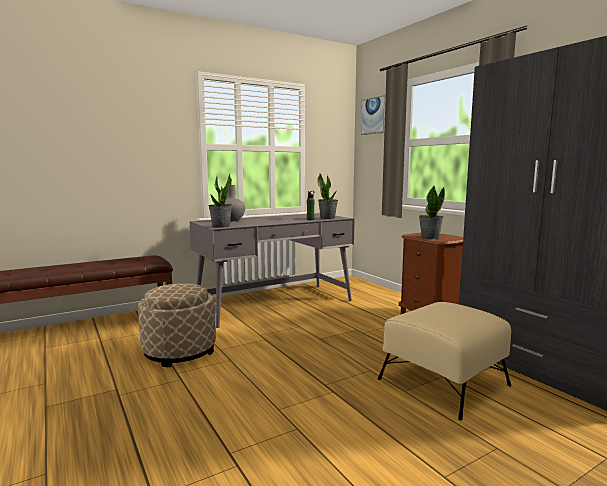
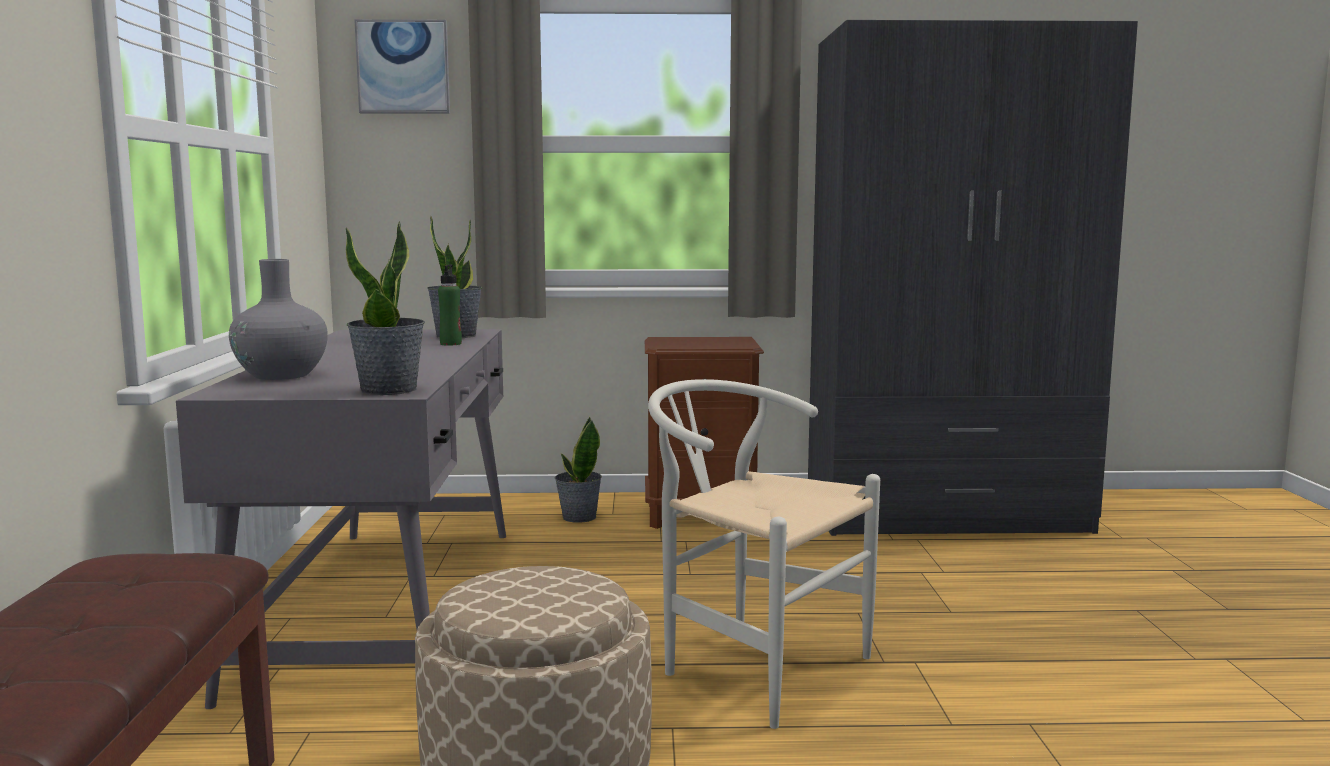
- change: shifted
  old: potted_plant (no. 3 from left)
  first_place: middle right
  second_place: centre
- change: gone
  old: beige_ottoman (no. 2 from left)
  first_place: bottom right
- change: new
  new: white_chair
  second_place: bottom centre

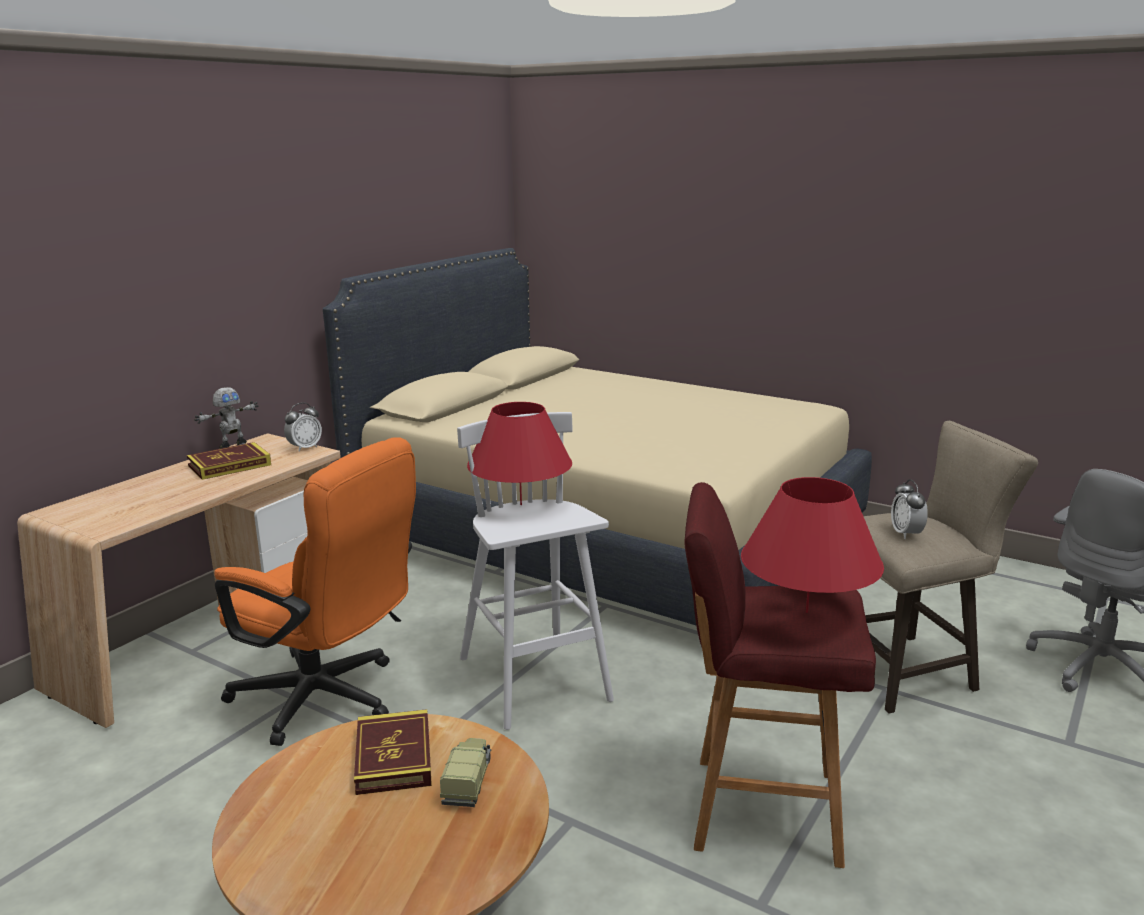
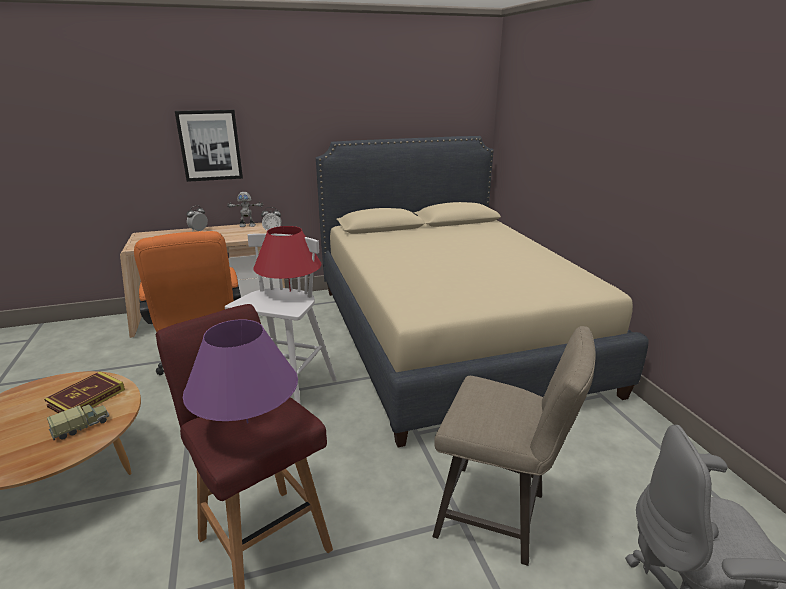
- change: gone
  old: book (no. 1 from left)
  first_place: middle left
- change: repainted
  old: red_table_lamp (no. 2 from left)
  new: purple_table_lamp
  first_place: middle right
  second_place: middle left
- change: shifted
  old: alarm_clock (no. 2 from left in the first image)
  new: alarm_clock (no. 1 from left)
  first_place: middle right
  second_place: middle left
- change: new
  new: picture
  second_place: top left

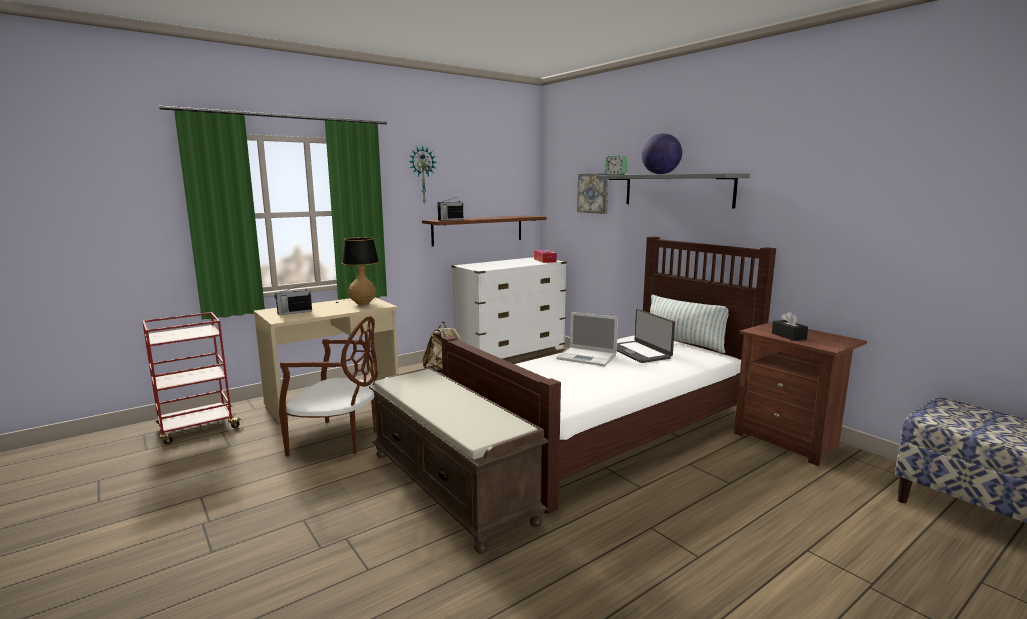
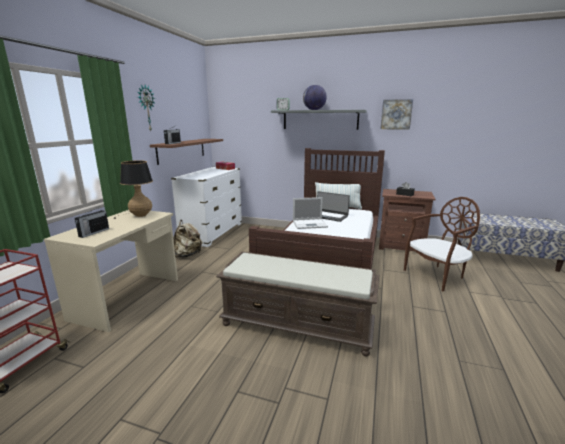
- change: shifted
  old: picture
  first_place: top centre
  second_place: top right
- change: shifted
  old: brown_chair
  first_place: middle left
  second_place: middle right

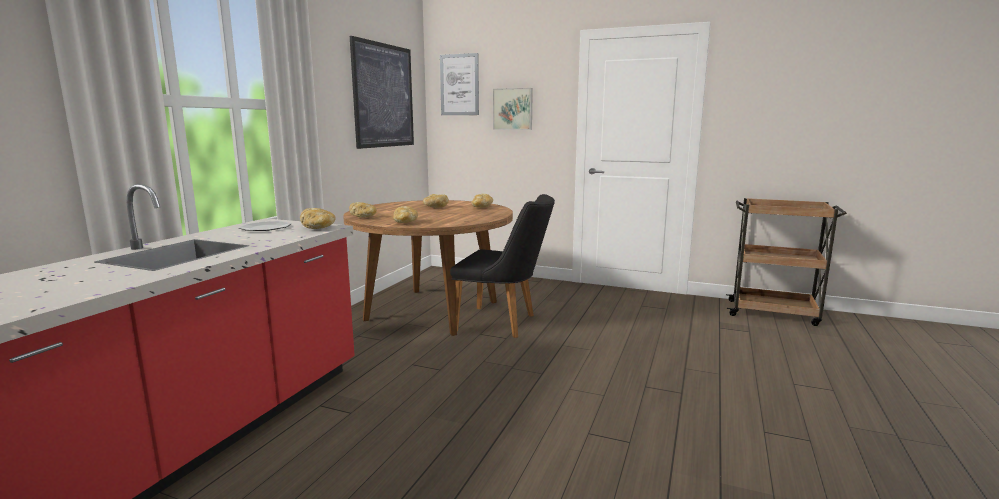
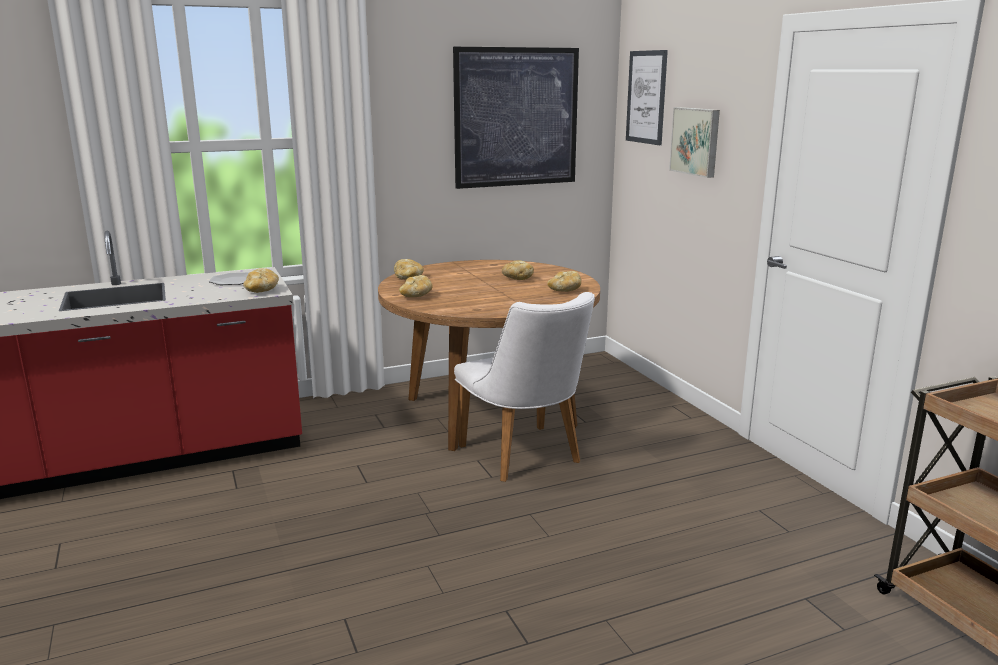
- change: repainted
  old: black_chair
  new: white_chair
  first_place: centre
  second_place: centre

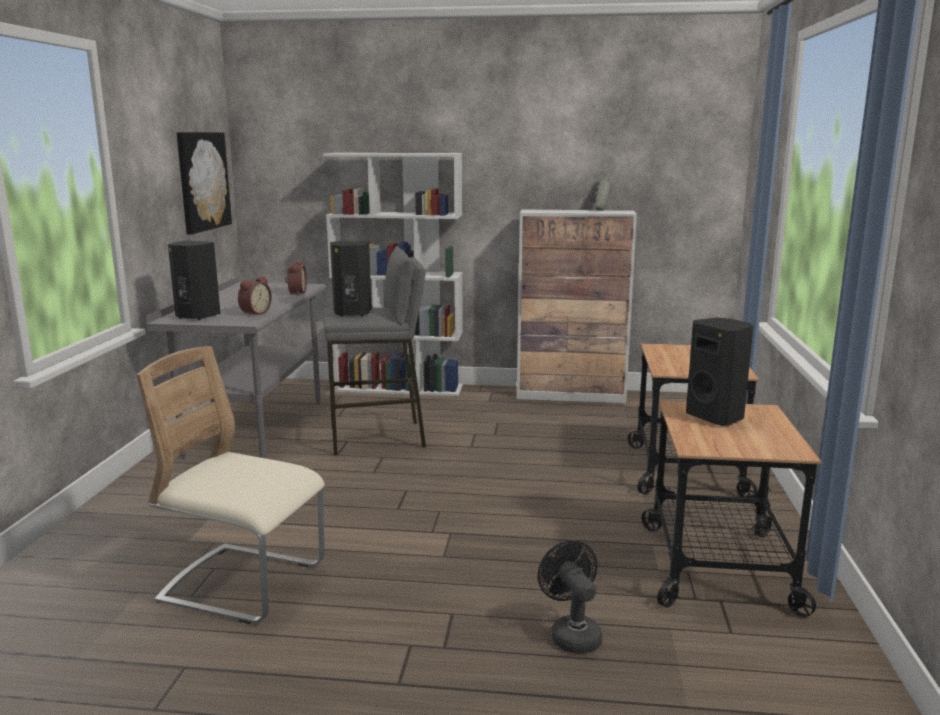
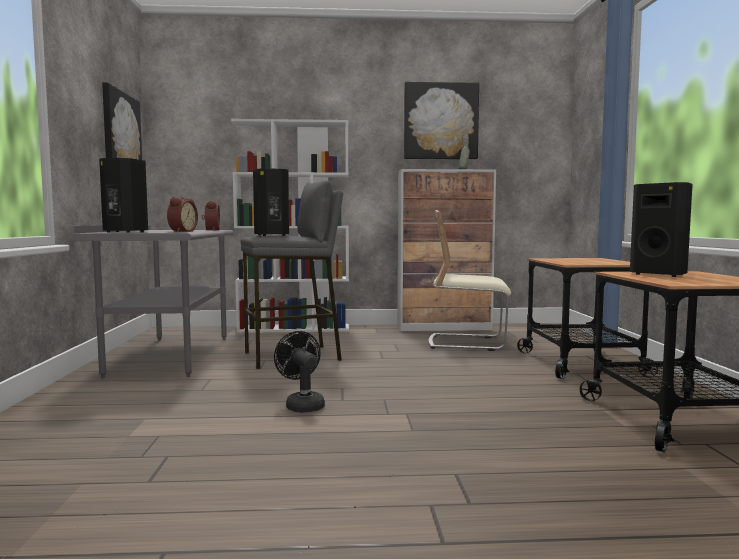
- change: shifted
  old: beige_chair
  first_place: bottom left
  second_place: centre
- change: shifted
  old: black_fan
  first_place: bottom centre
  second_place: centre
- change: new
  new: picture (no. 2 from left)
  second_place: top centre

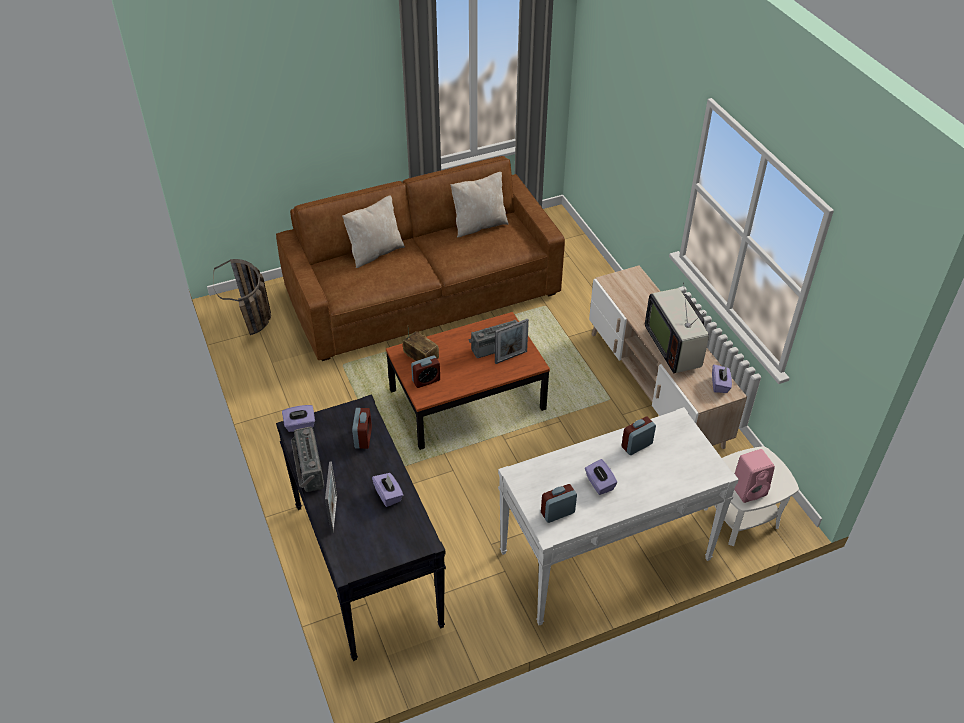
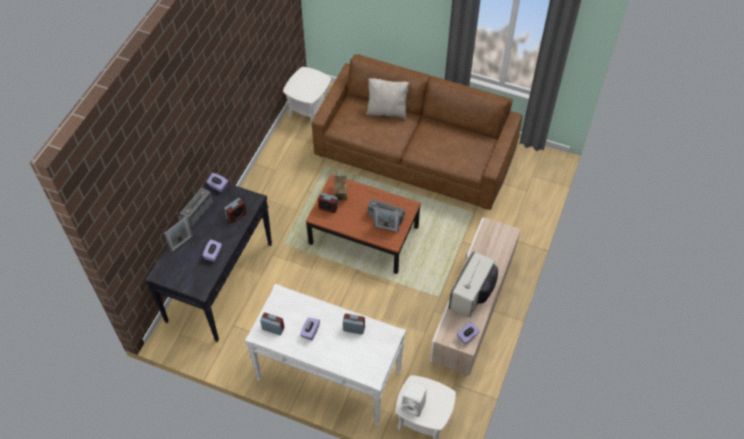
- change: gone
  old: beige_pillow (no. 2 from left)
  first_place: top centre
- change: swapped
  old: basket
  new: white_side_table (no. 1 from left)
  first_place: middle left
  second_place: top centre
- change: repainted
  old: pink_speaker
  new: white_speaker
  first_place: middle right
  second_place: bottom centre

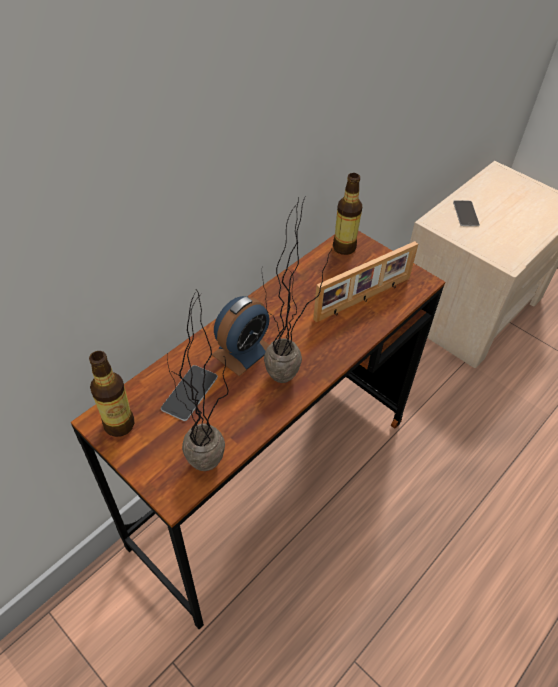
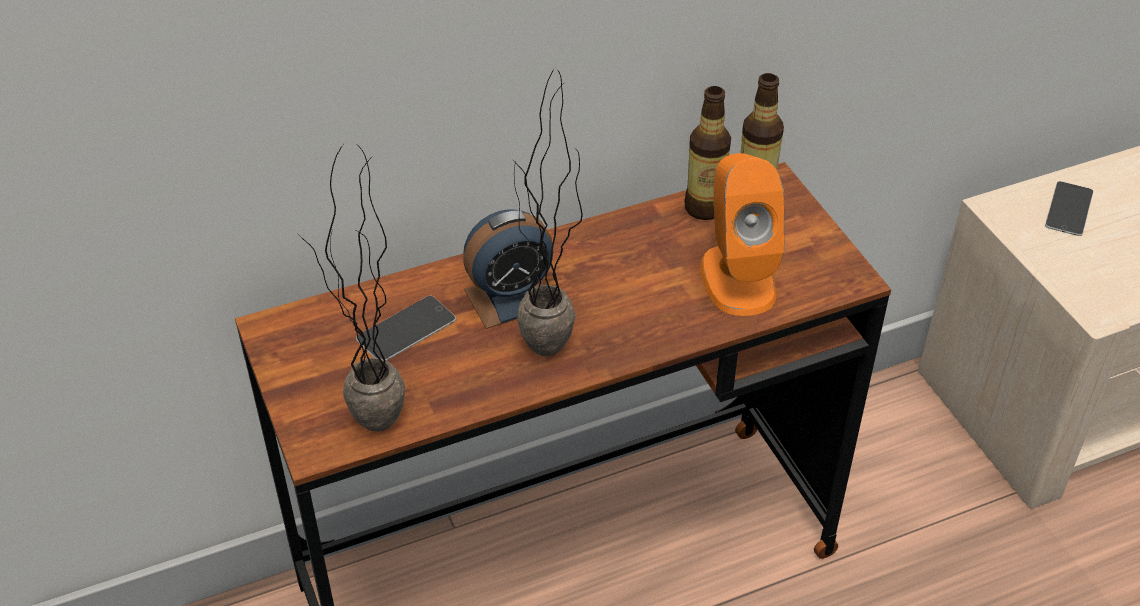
- change: swapped
  old: picture_frame
  new: orange_speaker
  first_place: centre
  second_place: centre
- change: shifted
  old: bottle (no. 1 from left)
  first_place: middle left
  second_place: top centre

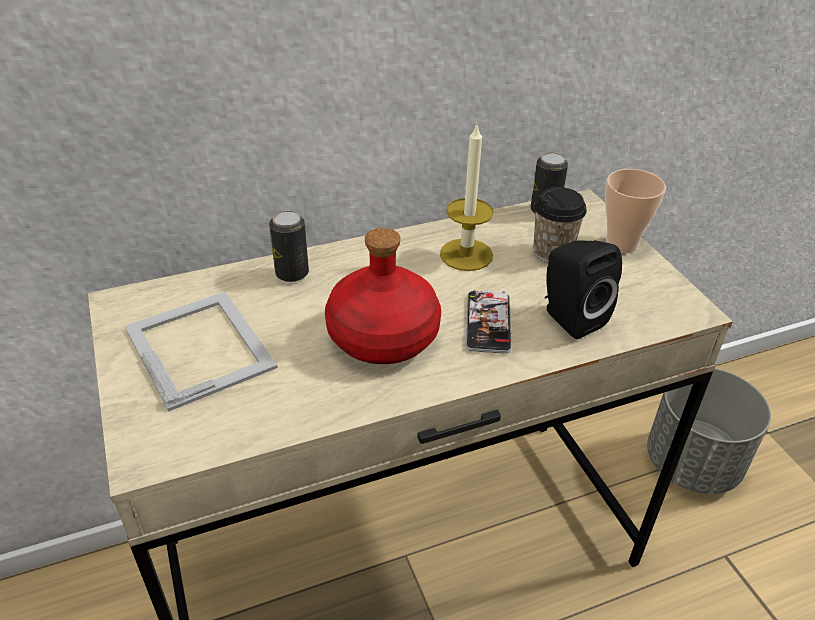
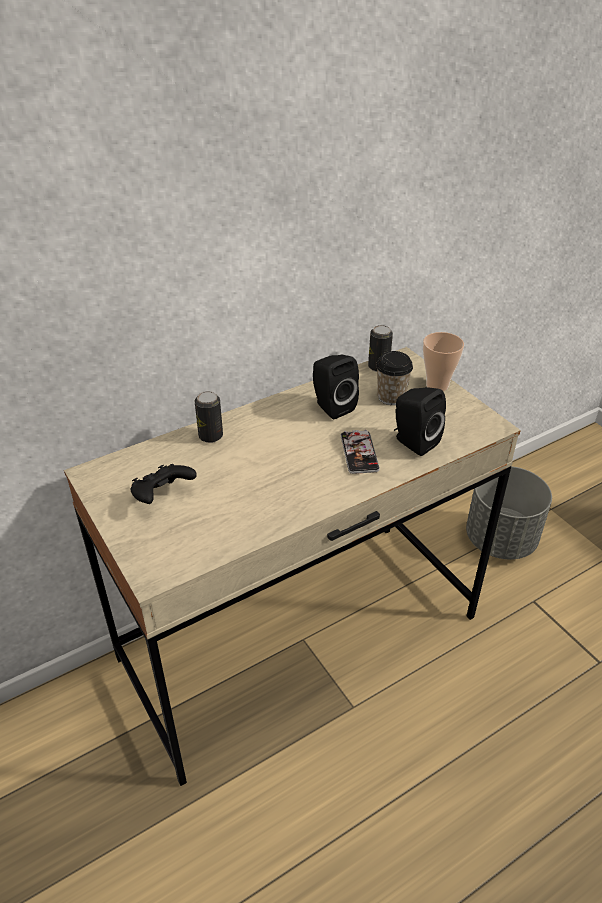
- change: swapped
  old: candle
  new: black_speaker (no. 1 from left)
  first_place: top centre
  second_place: centre
- change: gone
  old: red_bottle
  first_place: centre
- change: swapped
  old: picture_frame
  new: black_game_controller
  first_place: middle left
  second_place: middle left

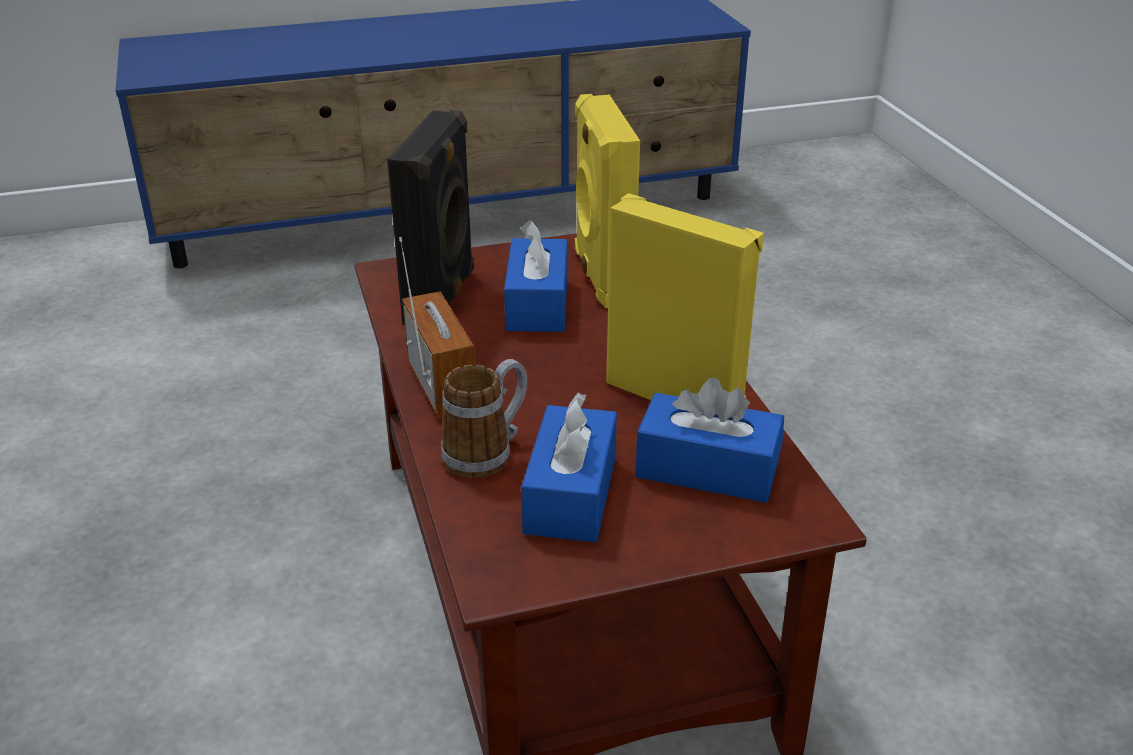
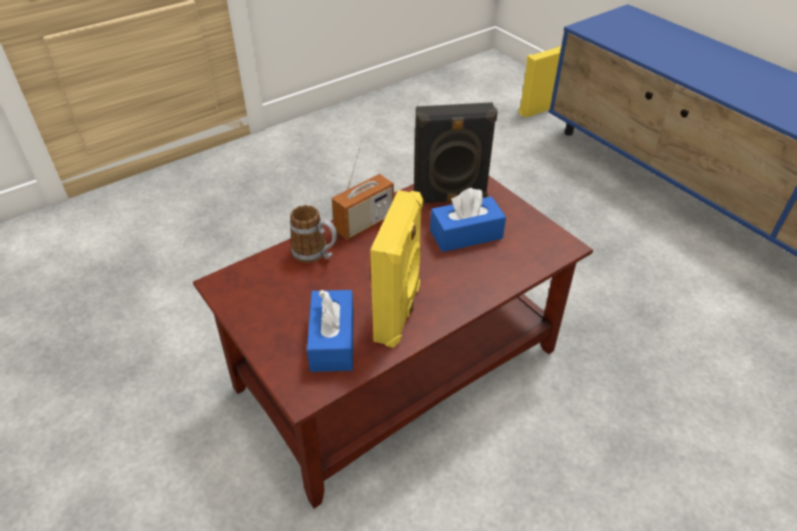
- change: shifted
  old: yellow_speaker (no. 1 from left in the first image)
  new: yellow_speaker (no. 2 from left)
  first_place: top centre
  second_place: top right
- change: gone
  old: blue_tissue_box (no. 2 from left)
  first_place: centre

